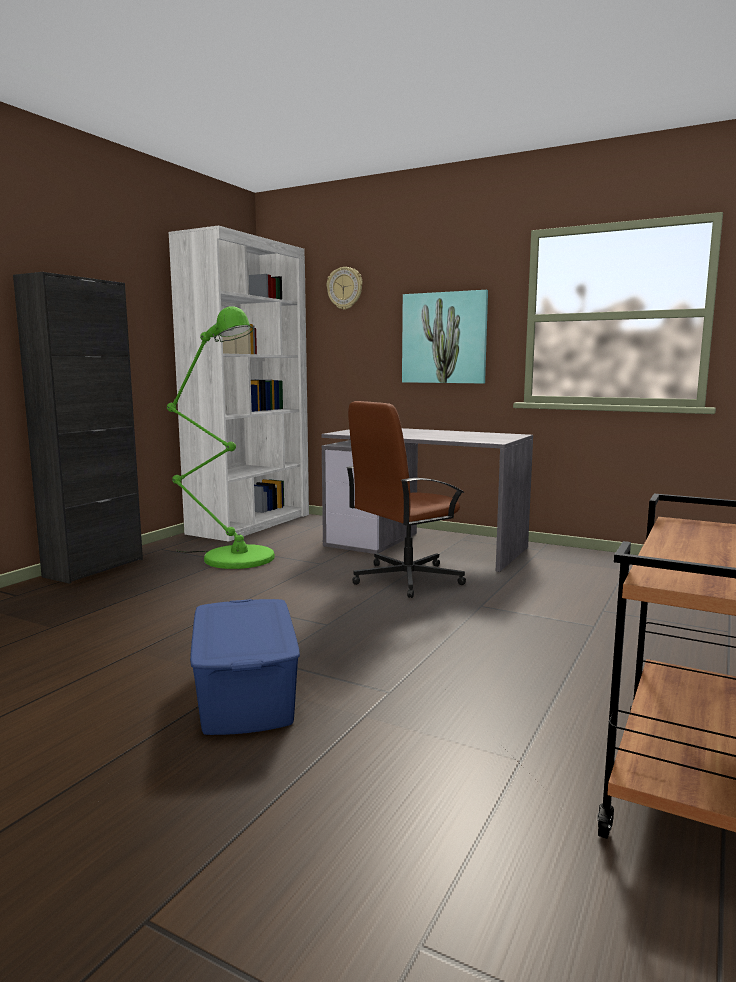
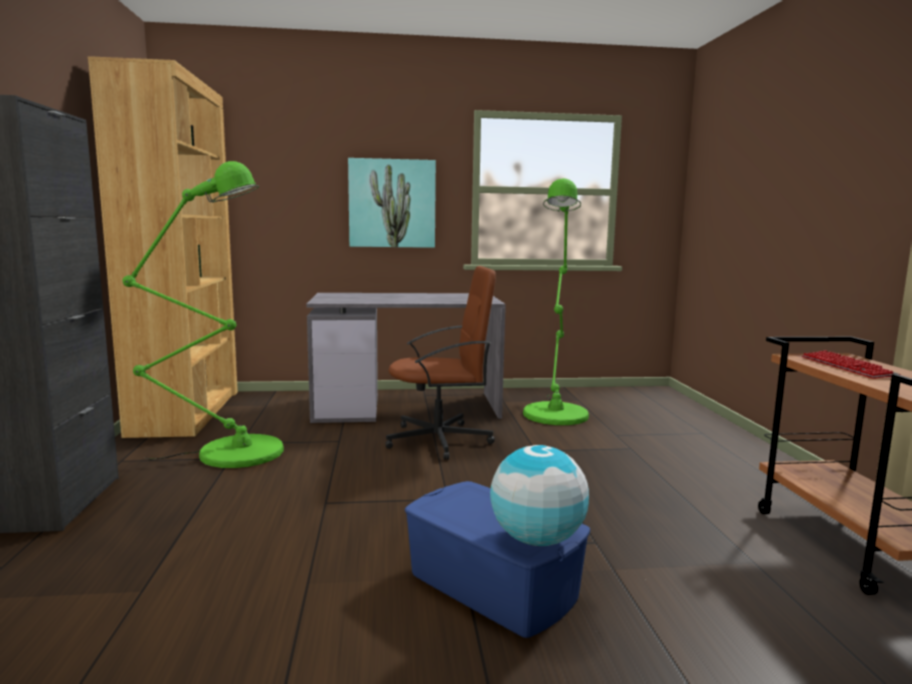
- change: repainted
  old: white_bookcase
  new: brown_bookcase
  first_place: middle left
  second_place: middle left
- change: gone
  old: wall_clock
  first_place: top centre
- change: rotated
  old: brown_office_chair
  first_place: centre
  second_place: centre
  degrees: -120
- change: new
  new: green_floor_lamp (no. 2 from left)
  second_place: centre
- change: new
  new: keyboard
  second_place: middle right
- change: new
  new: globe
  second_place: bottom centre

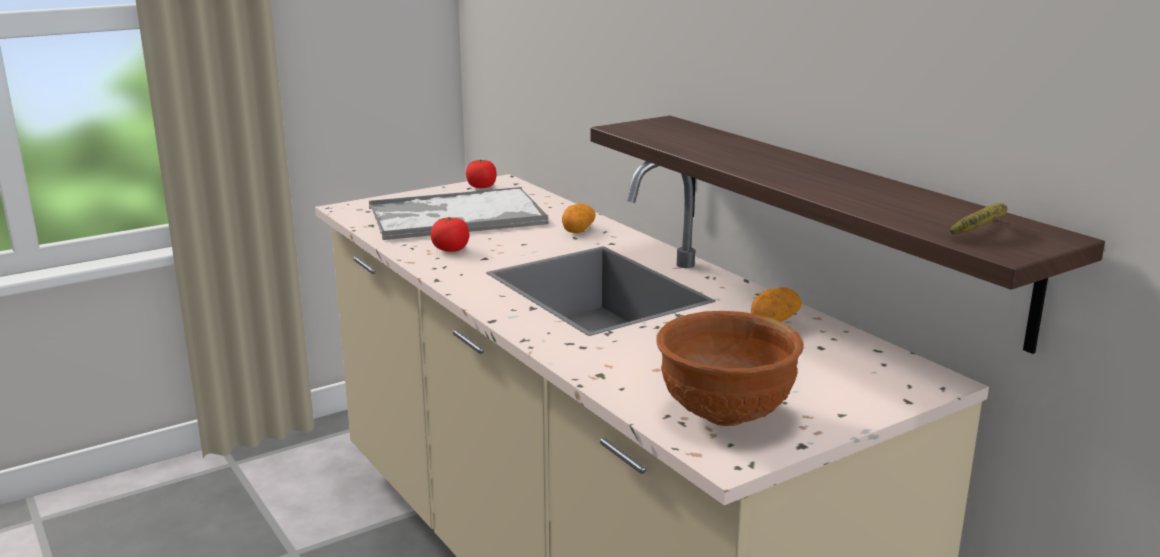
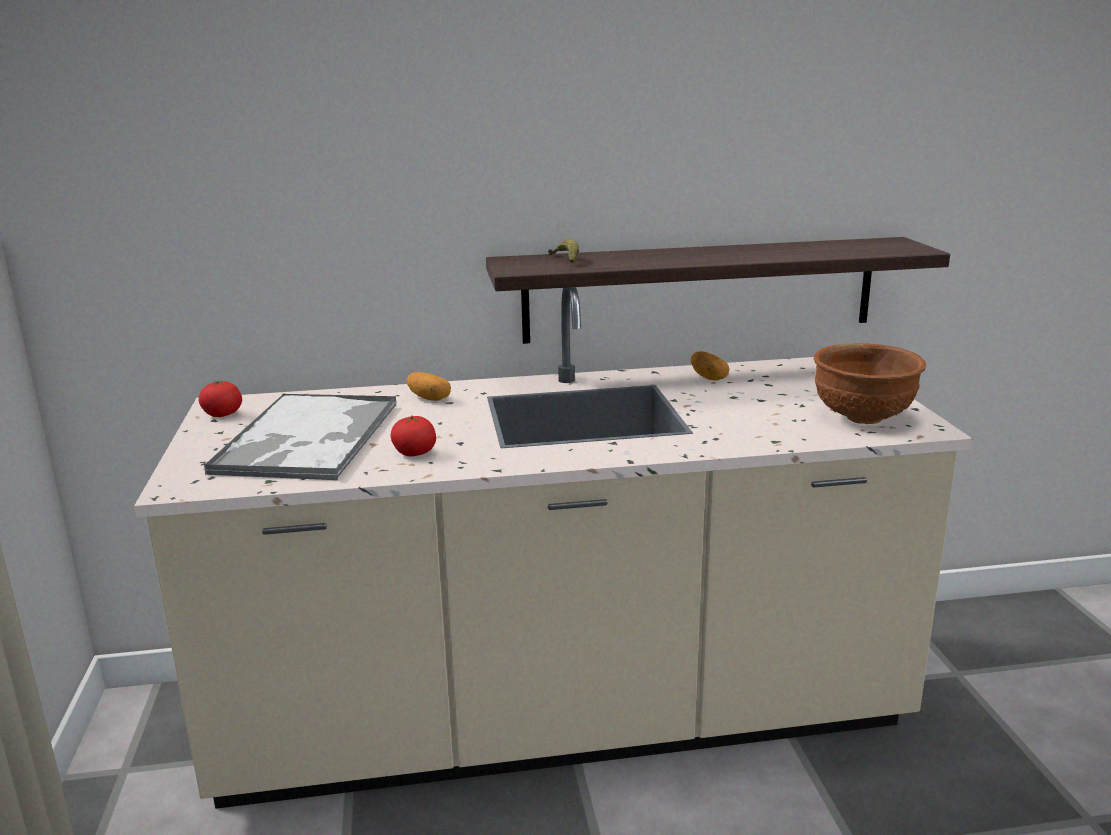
- change: shifted
  old: banana
  first_place: middle right
  second_place: top centre

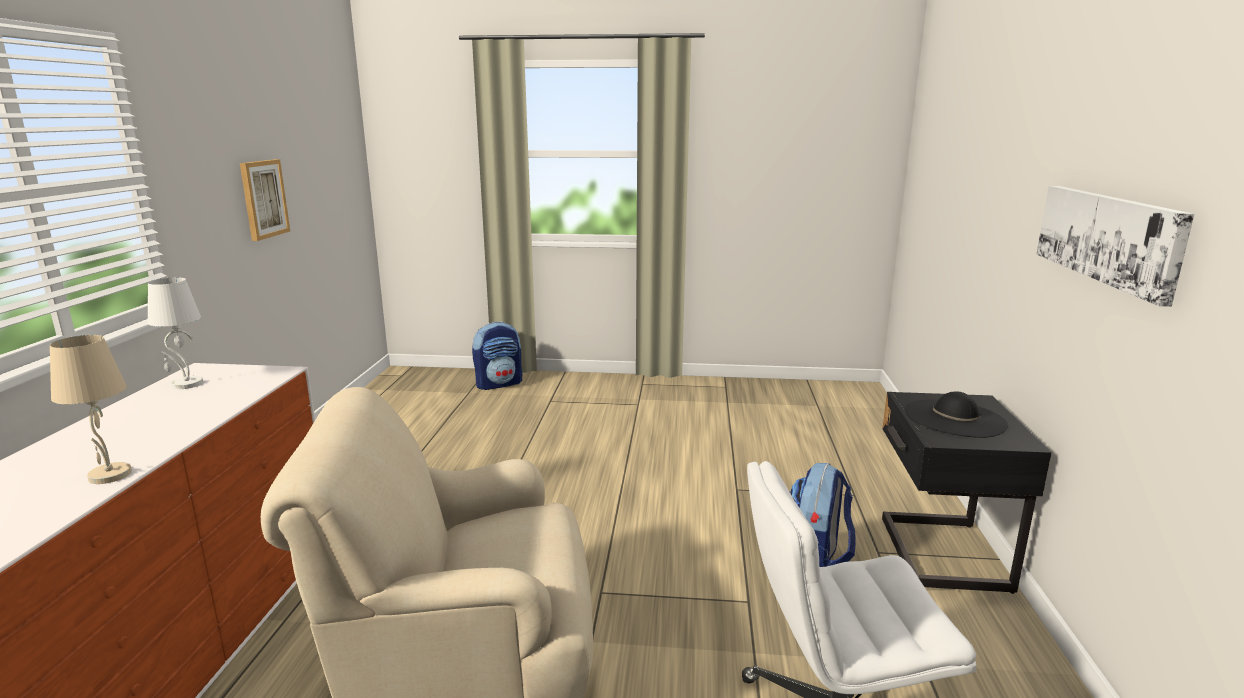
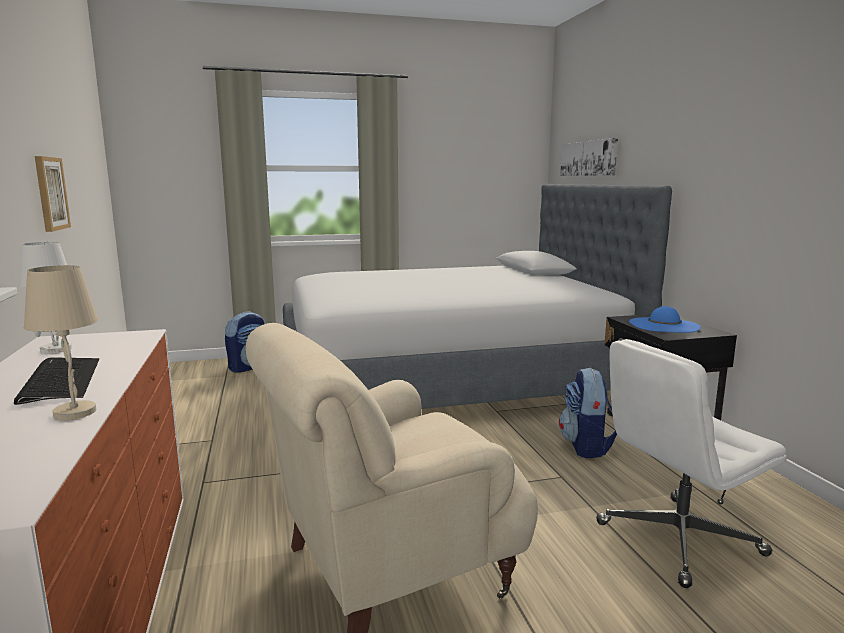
- change: shifted
  old: picture (no. 2 from left)
  first_place: middle right
  second_place: top right
- change: repainted
  old: black_hat
  new: blue_hat
  first_place: middle right
  second_place: middle right
- change: new
  new: bed
  second_place: centre
- change: new
  new: keyboard
  second_place: middle left

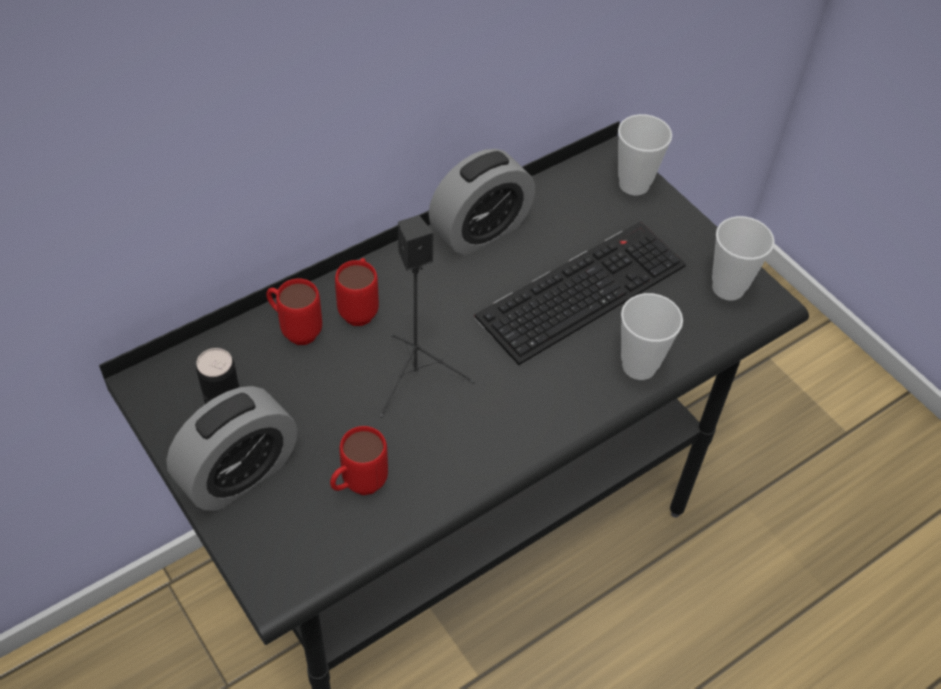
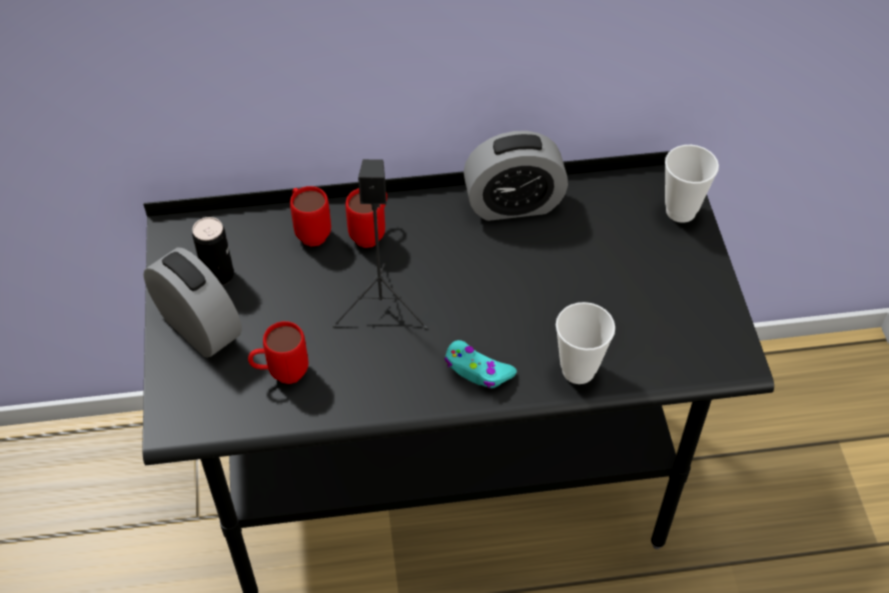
- change: gone
  old: cup (no. 3 from left)
  first_place: middle right
- change: gone
  old: keyboard
  first_place: centre
- change: rotated
  old: alarm_clock (no. 1 from left)
  first_place: middle left
  second_place: middle left
  degrees: -120
- change: new
  new: turquoise_game_controller
  second_place: centre

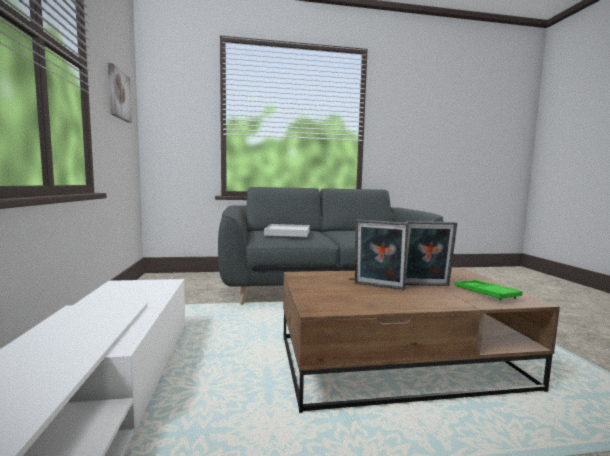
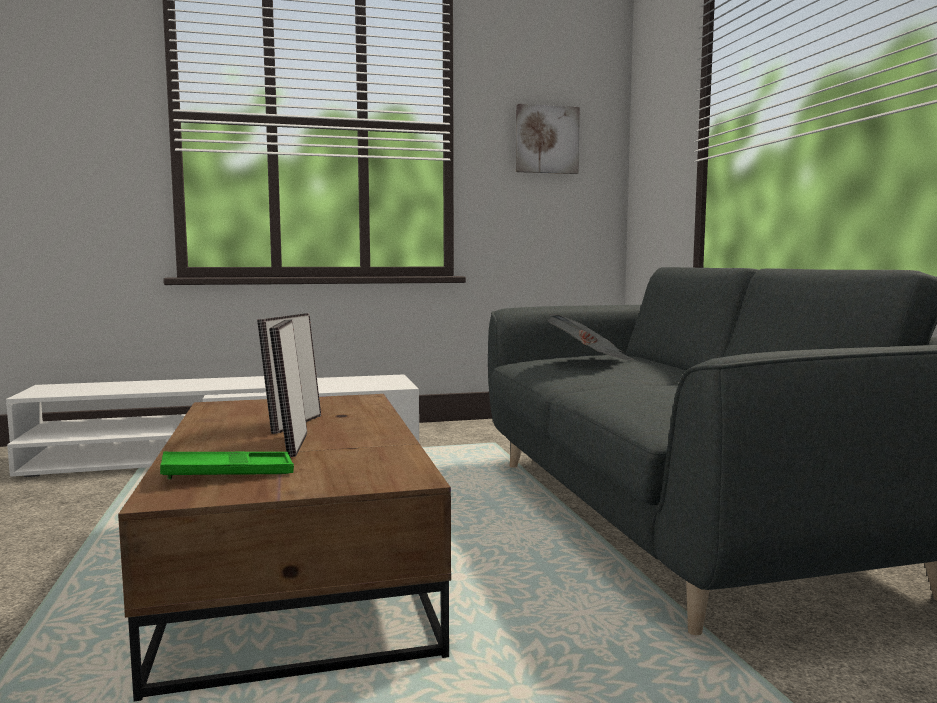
- change: swapped
  old: white_tray
  new: newspaper
  first_place: centre
  second_place: centre

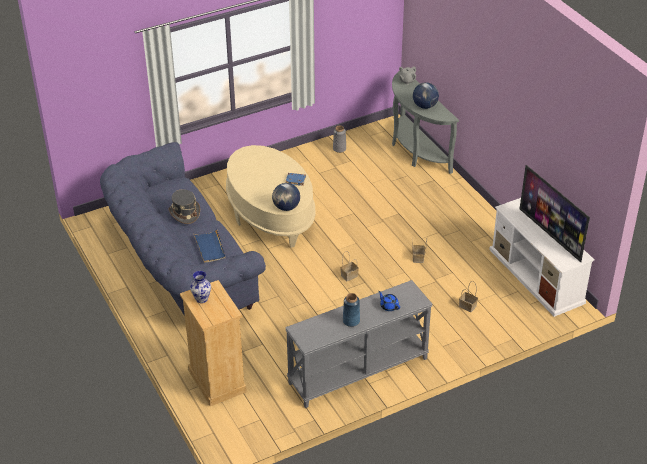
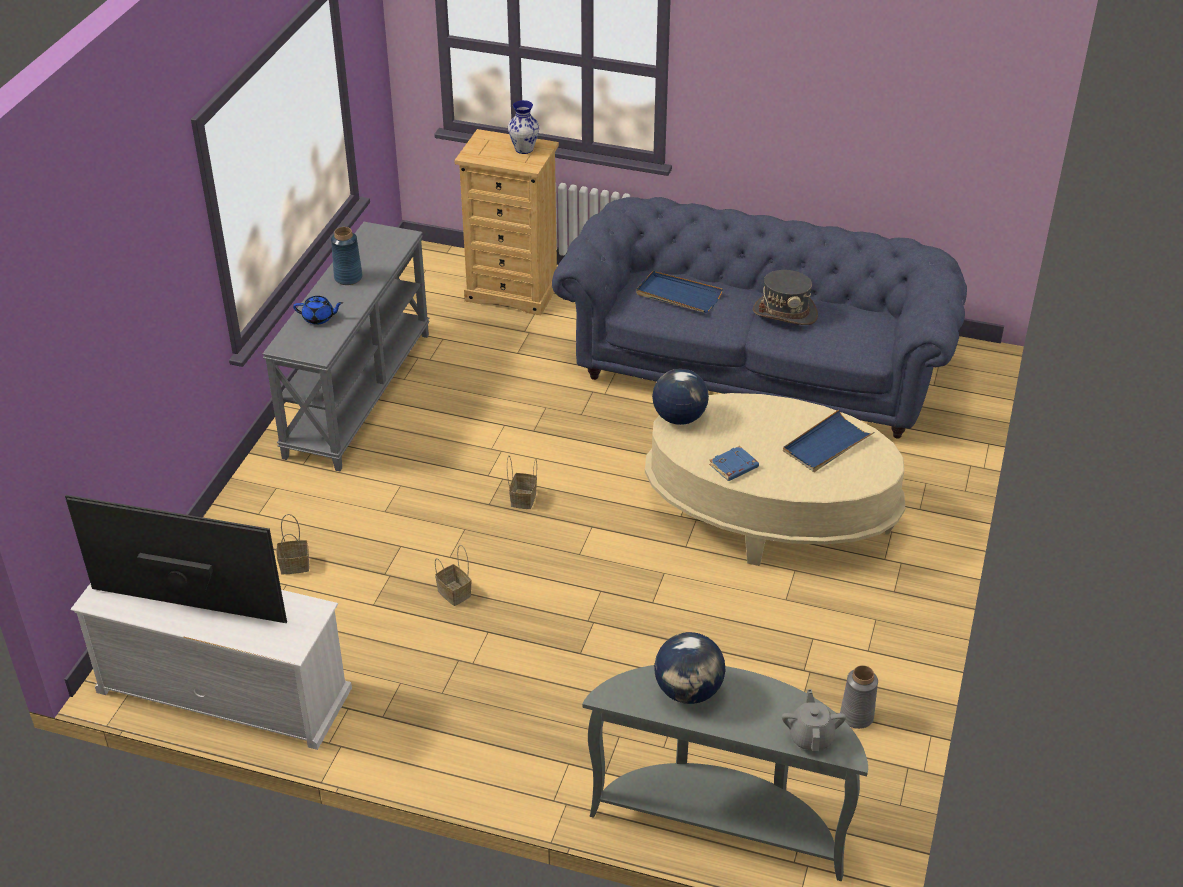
- change: new
  new: blue_tray (no. 2 from left)
  second_place: middle right

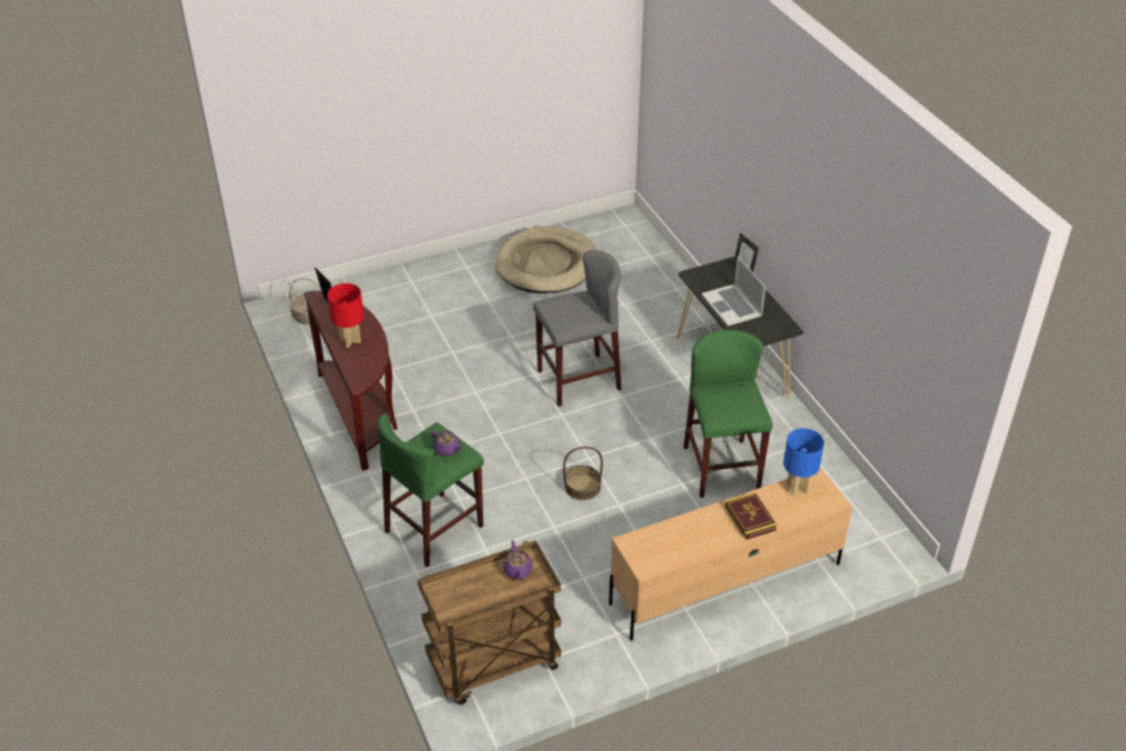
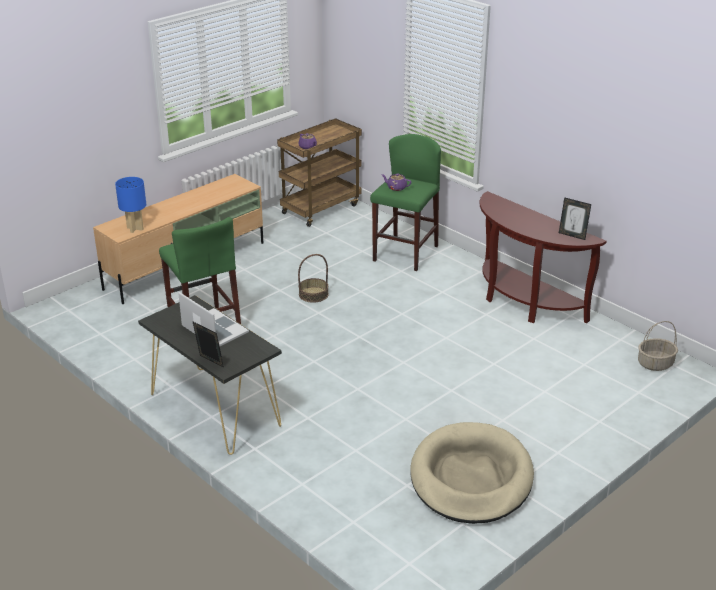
- change: gone
  old: grey_stool
  first_place: centre
- change: gone
  old: red_table_lamp
  first_place: middle left
- change: gone
  old: book
  first_place: bottom centre

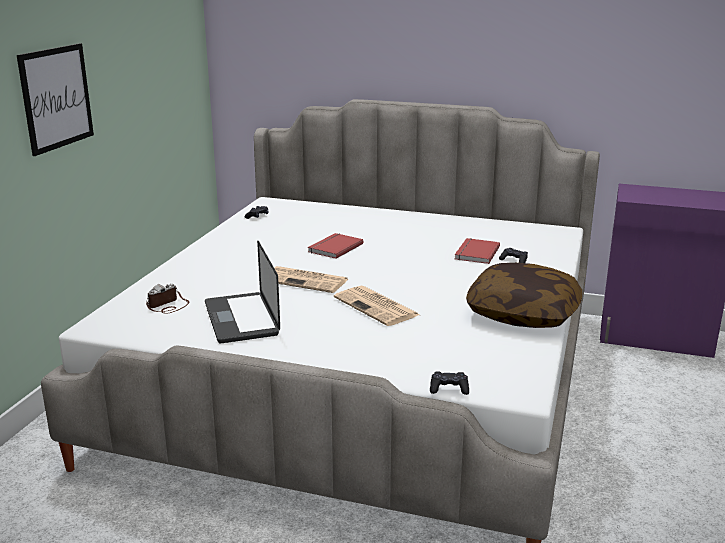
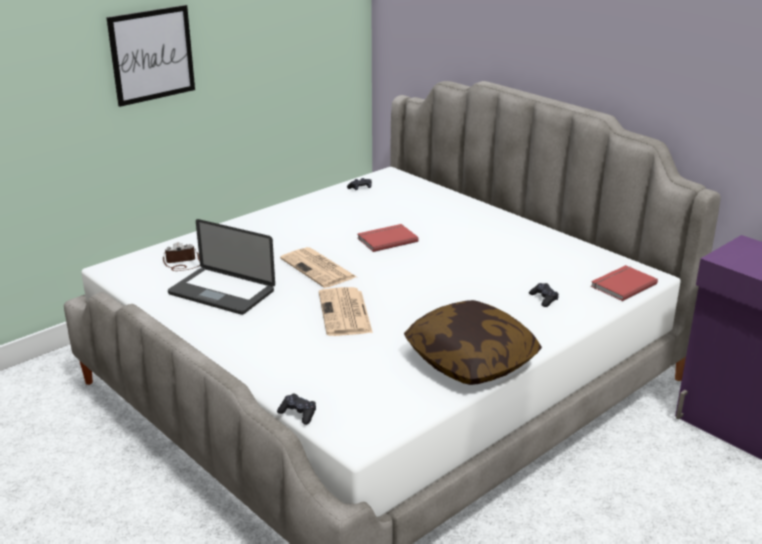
- change: shifted
  old: red_book (no. 2 from left)
  first_place: centre
  second_place: middle right
- change: rotated
  old: laptop
  first_place: centre
  second_place: middle left
  degrees: -75

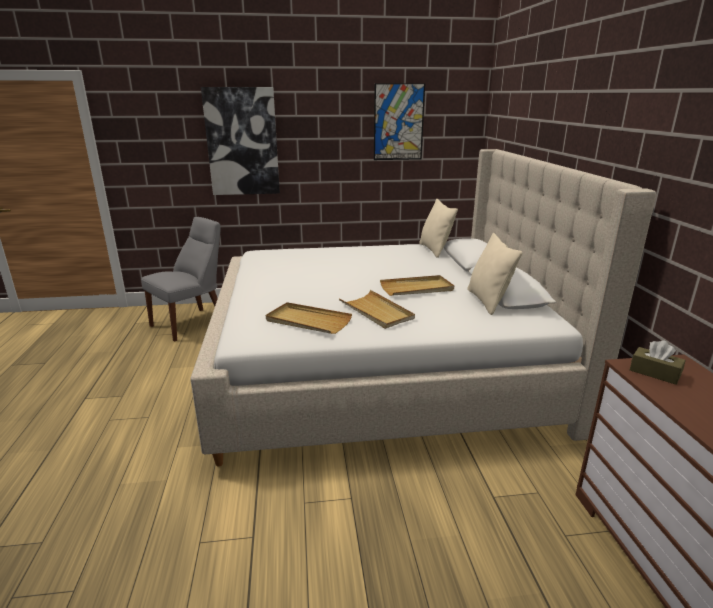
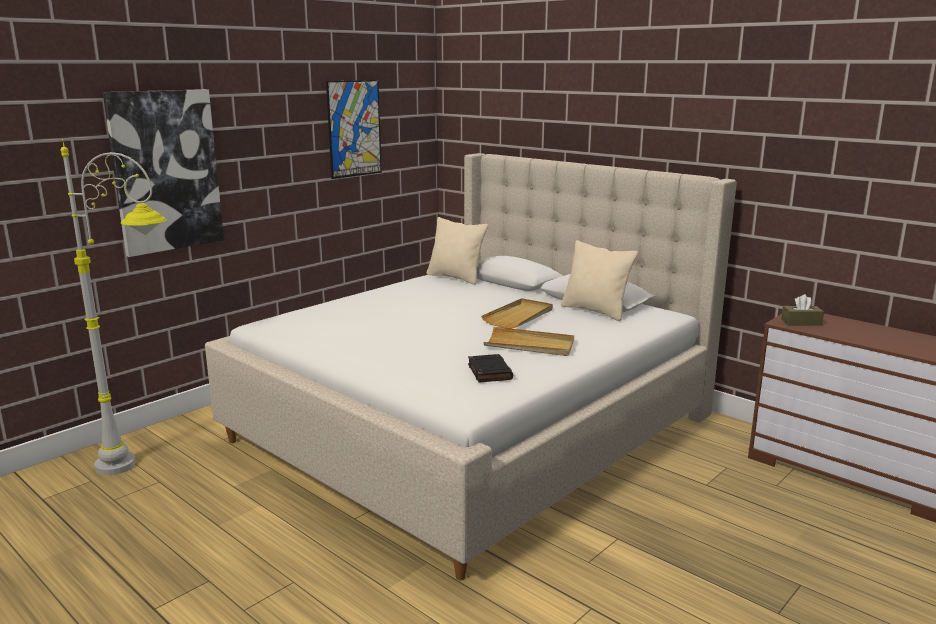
- change: swapped
  old: grey_chair
  new: grey_floor_lamp
  first_place: middle left
  second_place: middle left
- change: swapped
  old: beige_tray (no. 1 from left)
  new: black_book
  first_place: centre
  second_place: centre

